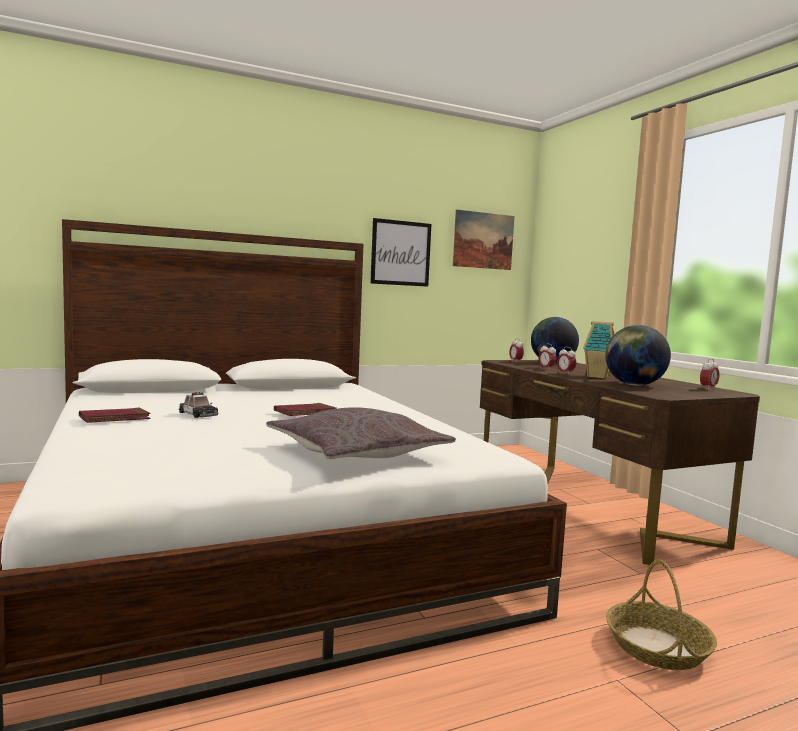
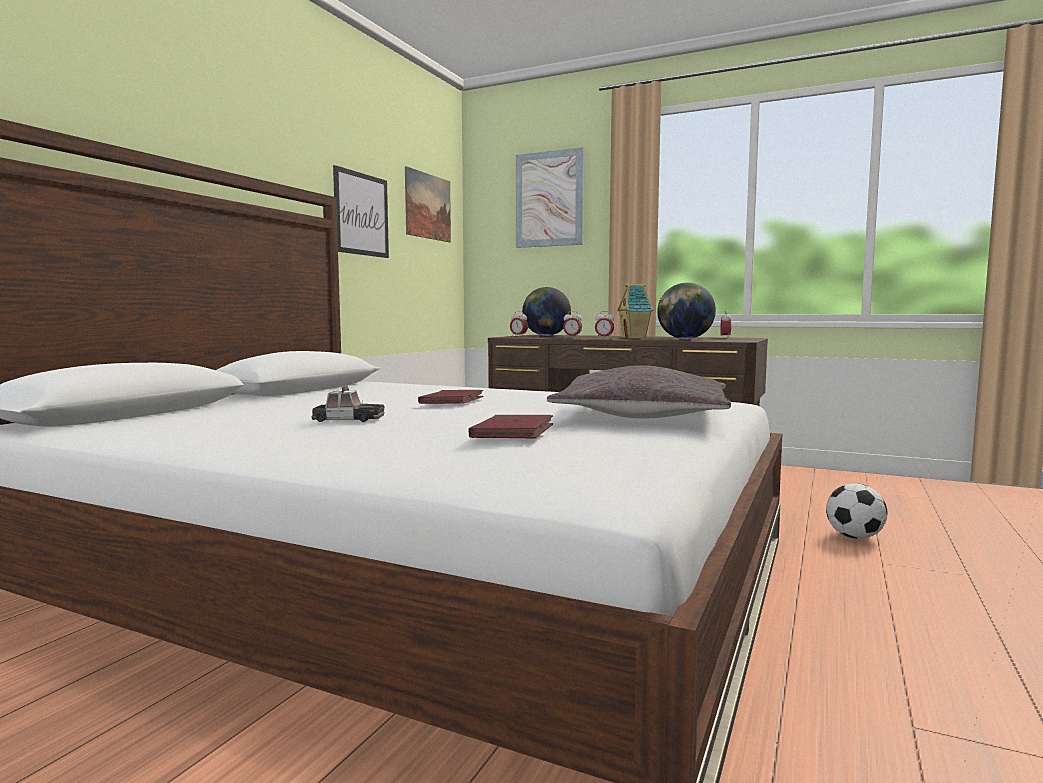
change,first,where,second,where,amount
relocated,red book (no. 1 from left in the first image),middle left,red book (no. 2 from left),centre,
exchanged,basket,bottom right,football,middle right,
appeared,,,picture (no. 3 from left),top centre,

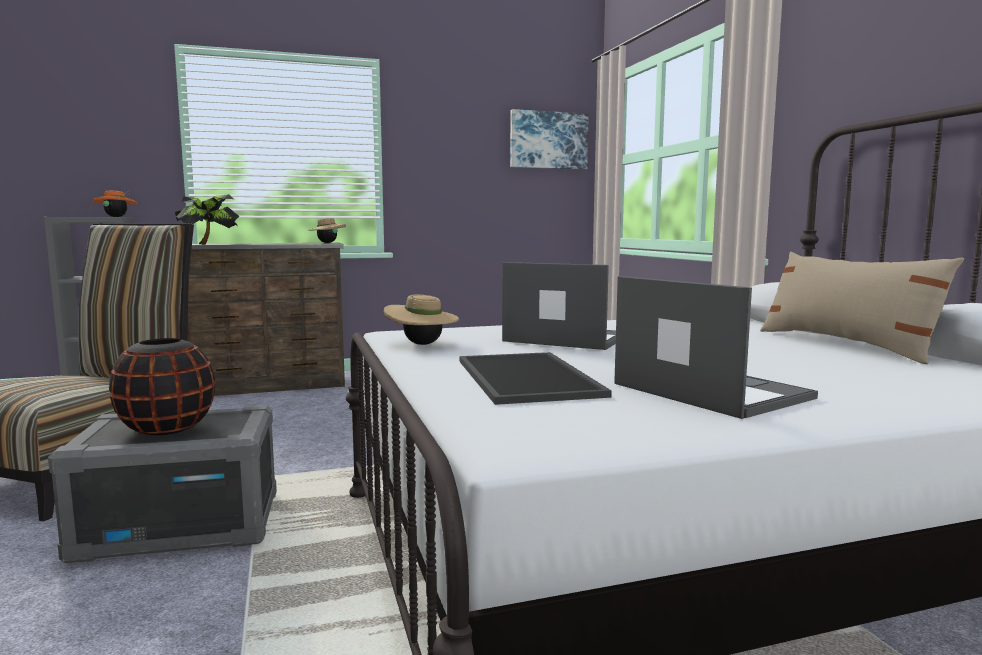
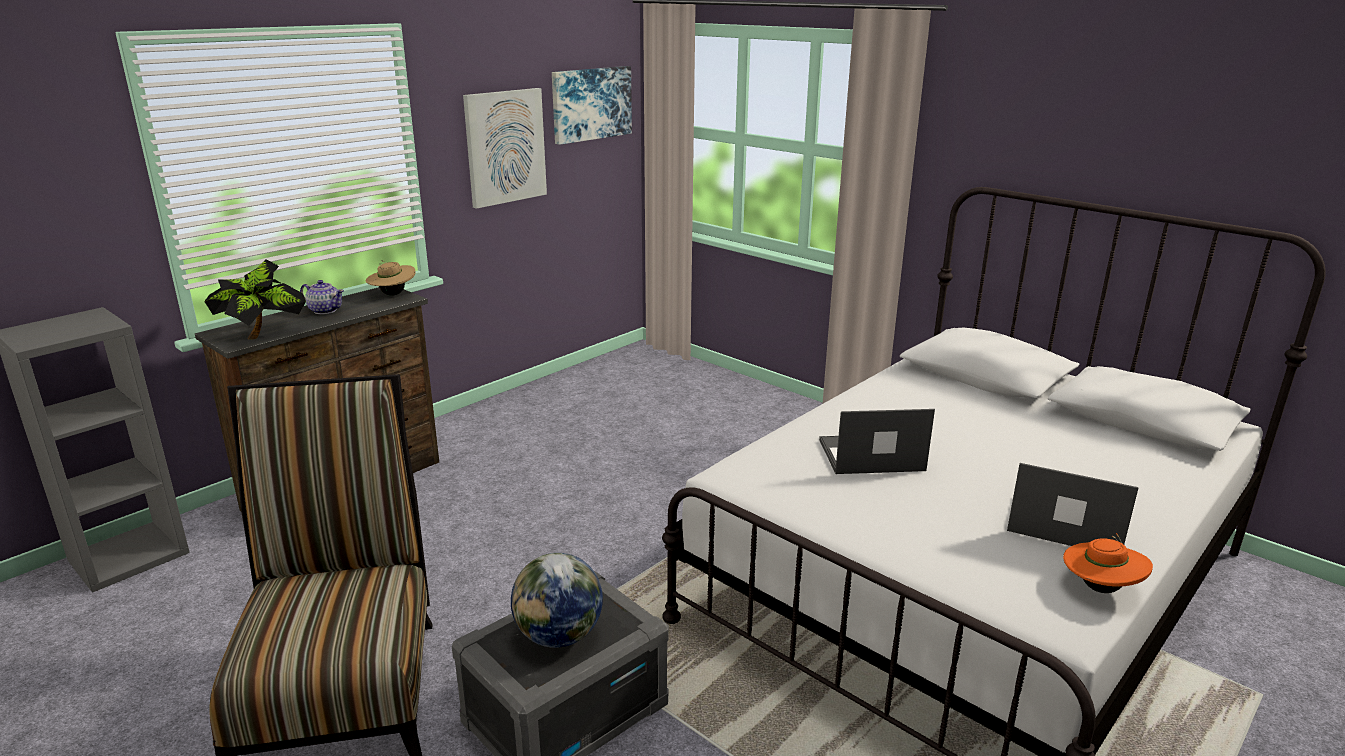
change,first,where,second,where,amount
relocated,orange hat,top left,,bottom right,
missing,beige pillow,middle right,,,
missing,beige hat (no. 2 from left),centre,,,
exchanged,black vase,middle left,globe,bottom centre,
missing,tray,centre,,,
appeared,,,picture (no. 1 from left),top centre,
appeared,,,teapot,middle left,

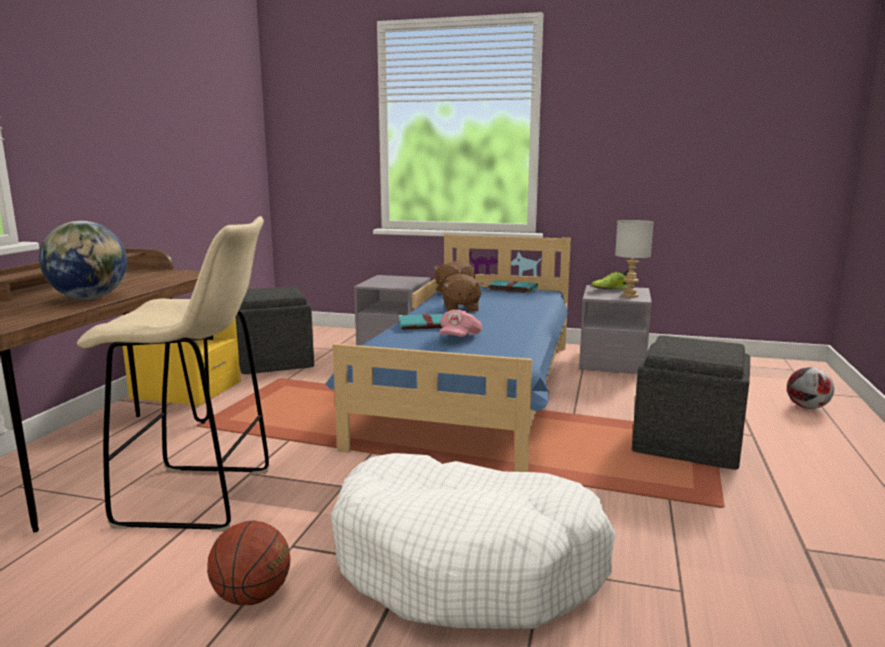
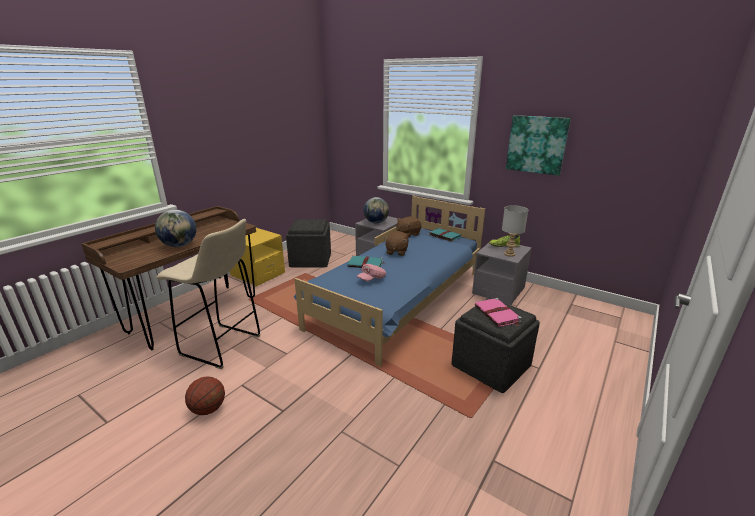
change,first,where,second,where,amount
missing,football,middle right,,,
missing,white dog bed,bottom centre,,,
appeared,,,picture,top right,
appeared,,,globe (no. 2 from left),centre,
appeared,,,pink book,centre,

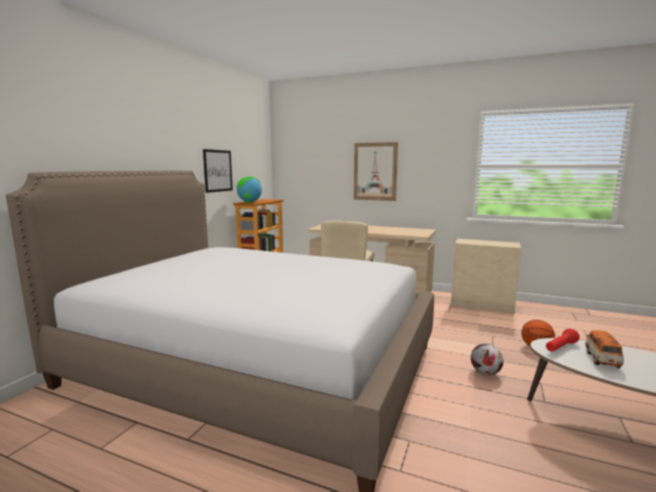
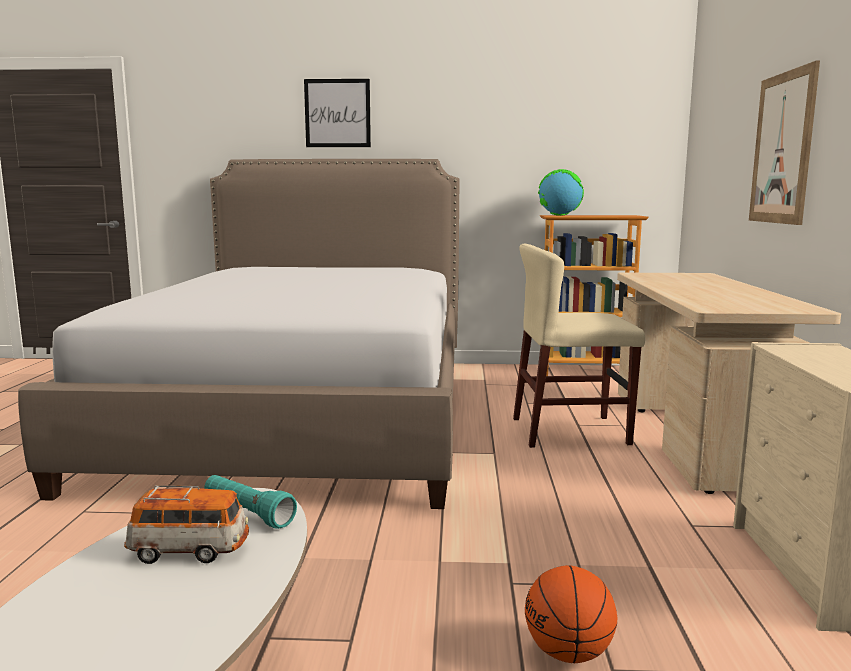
change,first,where,second,where,amount
relocated,picture (no. 1 from left),middle left,,top centre,
colour,red flashlight,bottom right,turquoise flashlight,bottom left,
missing,football,bottom right,,,

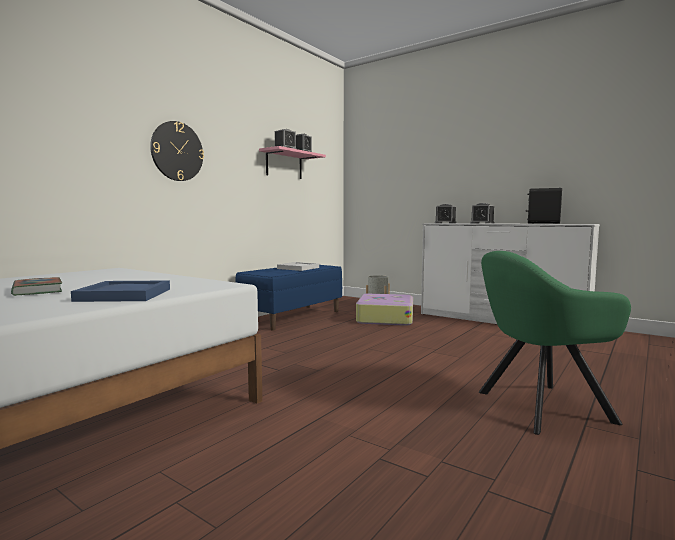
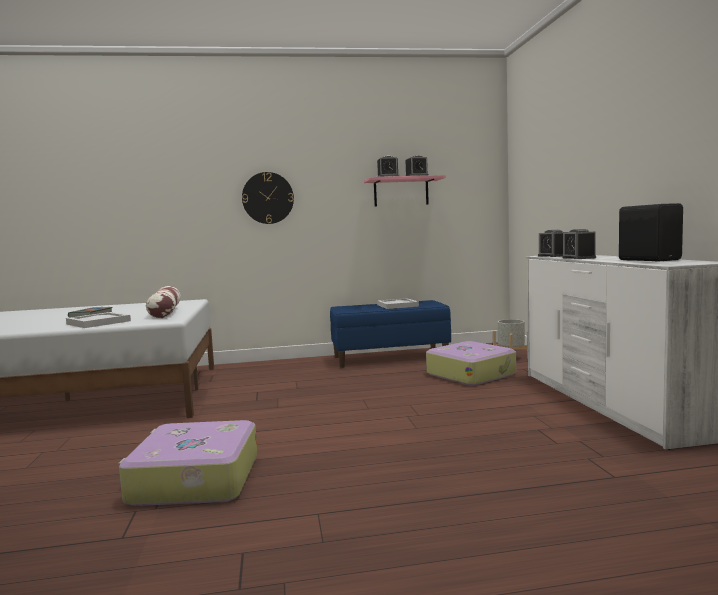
change,first,where,second,where,amount
missing,green armchair,middle right,,,
colour,blue tray,middle left,white tray (no. 1 from left),middle left,
appeared,,,pillow,middle left,
appeared,,,suitcase (no. 1 from left),bottom left,

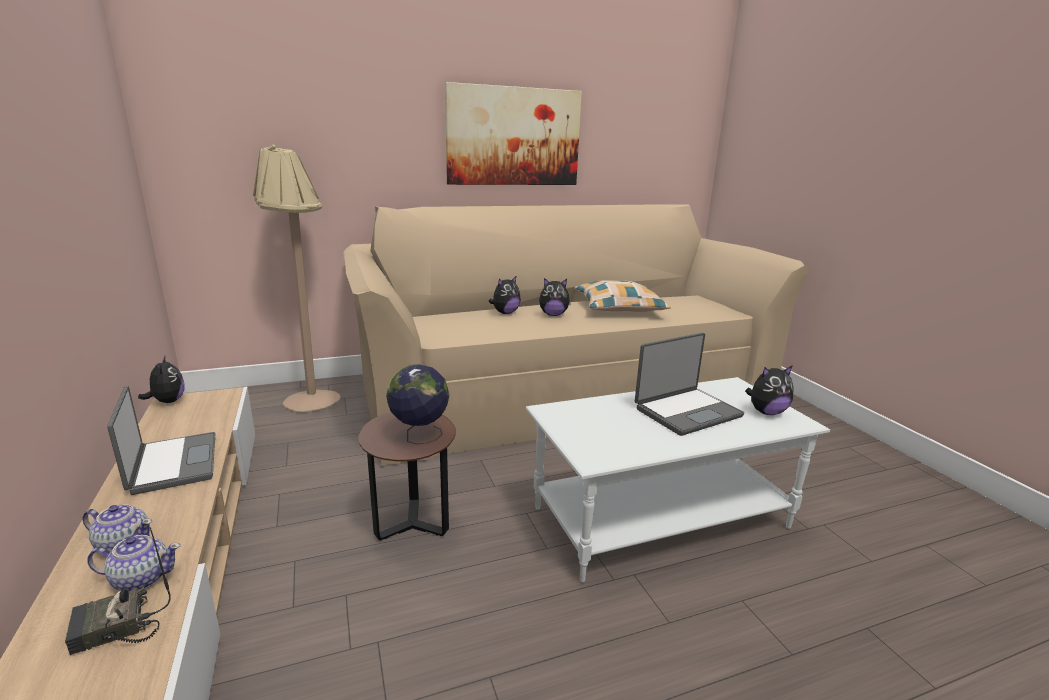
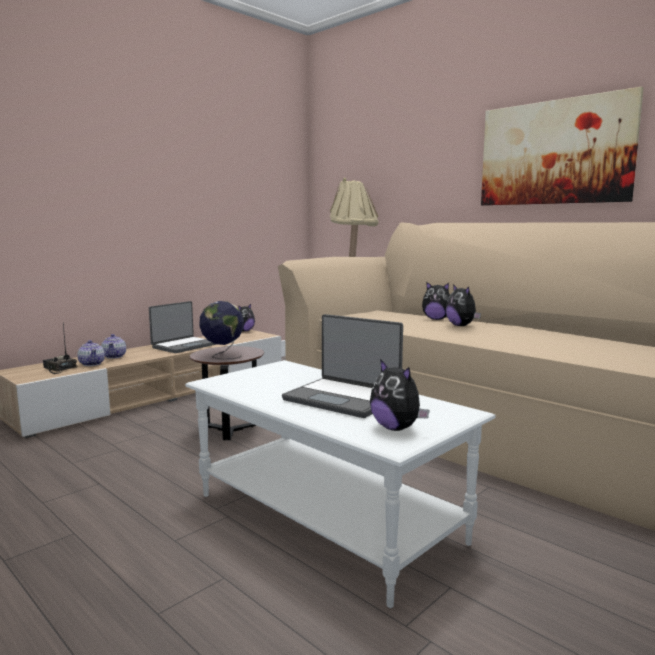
change,first,where,second,where,amount
missing,pillow,centre,,,

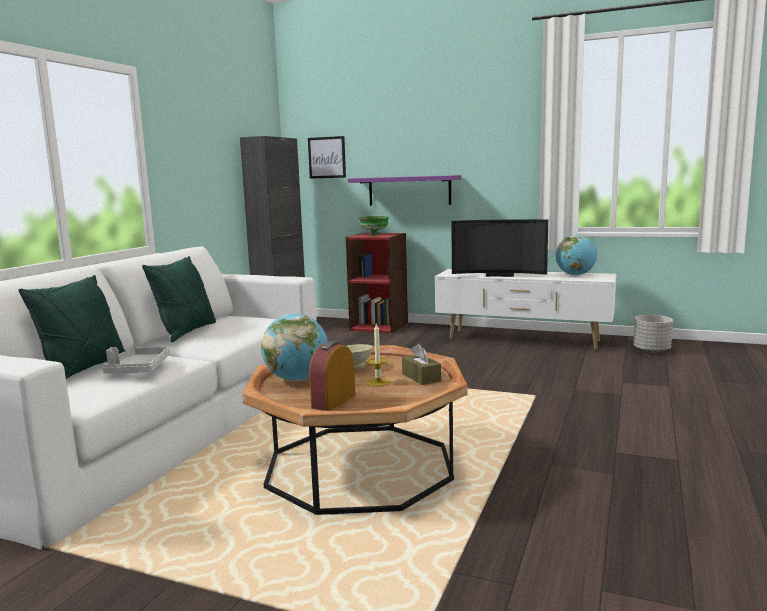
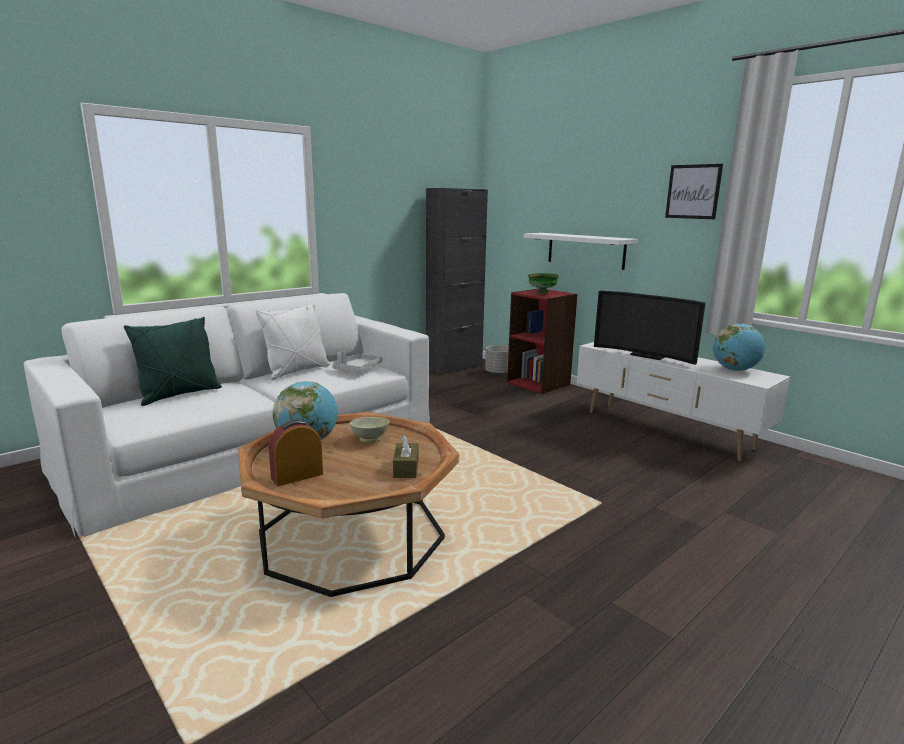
change,first,where,second,where,amount
relocated,picture,top centre,,top right,
colour,purple shelf,top centre,white shelf,centre,
colour,green pillow (no. 2 from left),middle left,white pillow,middle left,
relocated,grey planter,middle right,,centre,
missing,candle,centre,,,
relocated,grey tray,middle left,,centre,

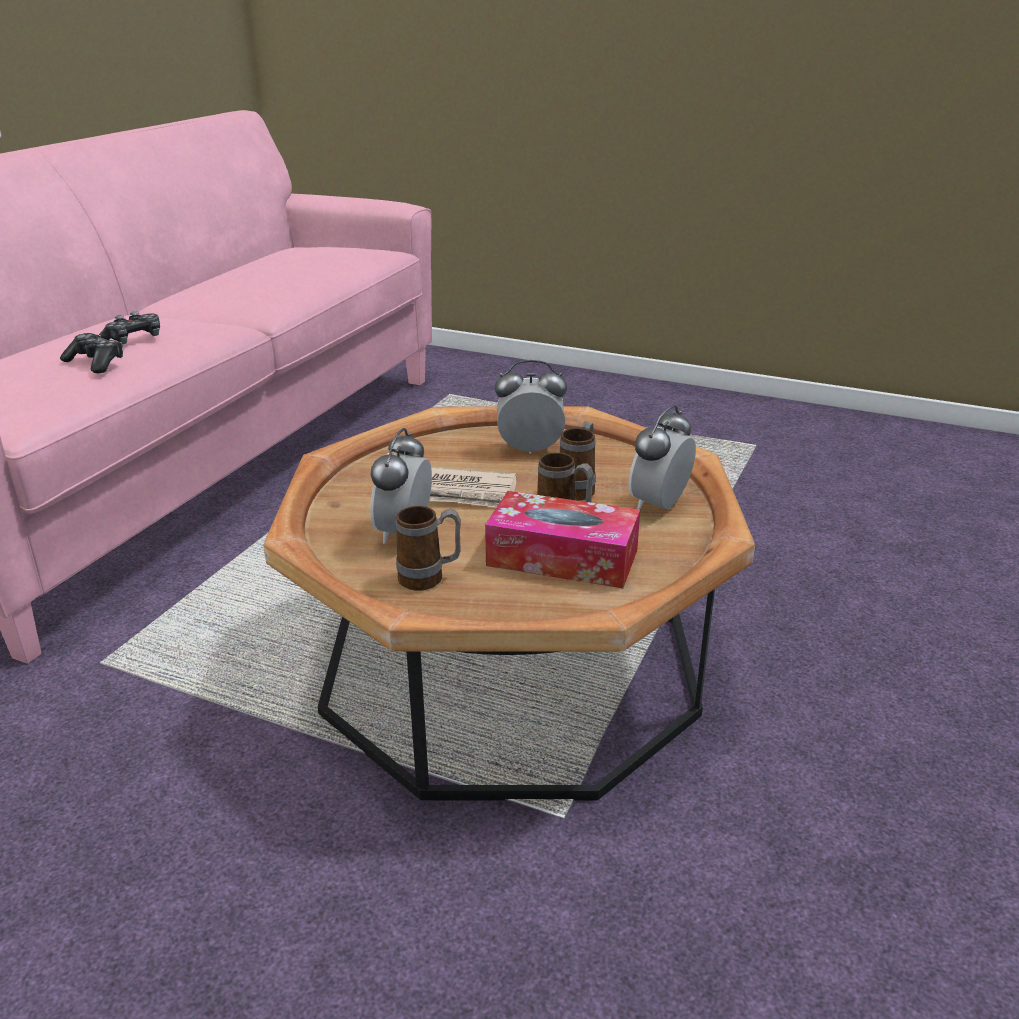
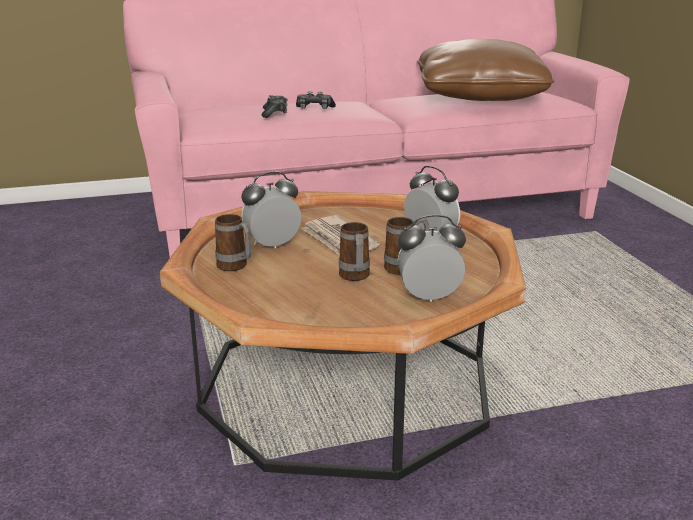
change,first,where,second,where,amount
missing,tissue box,centre,,,
appeared,,,brown pillow,top right,

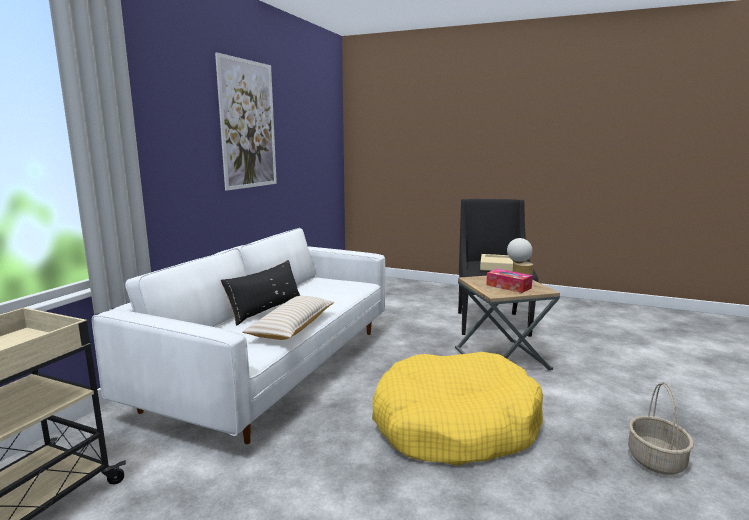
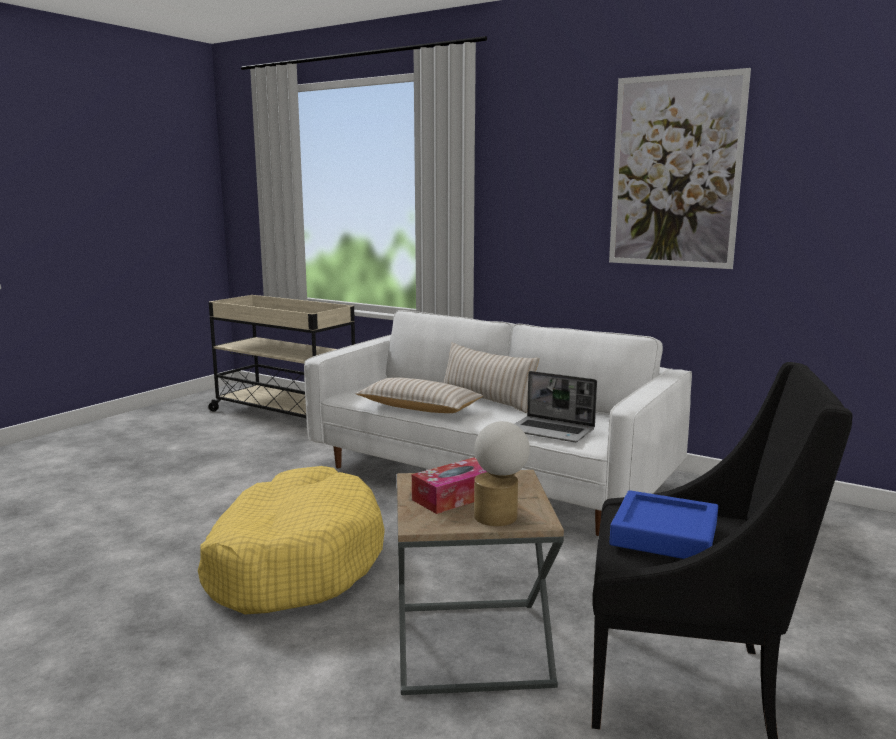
change,first,where,second,where,amount
colour,beige tray,centre,blue tray,bottom right,
colour,black pillow,centre,beige pillow (no. 2 from left),centre,
missing,basket,bottom right,,,
appeared,,,laptop,centre,

